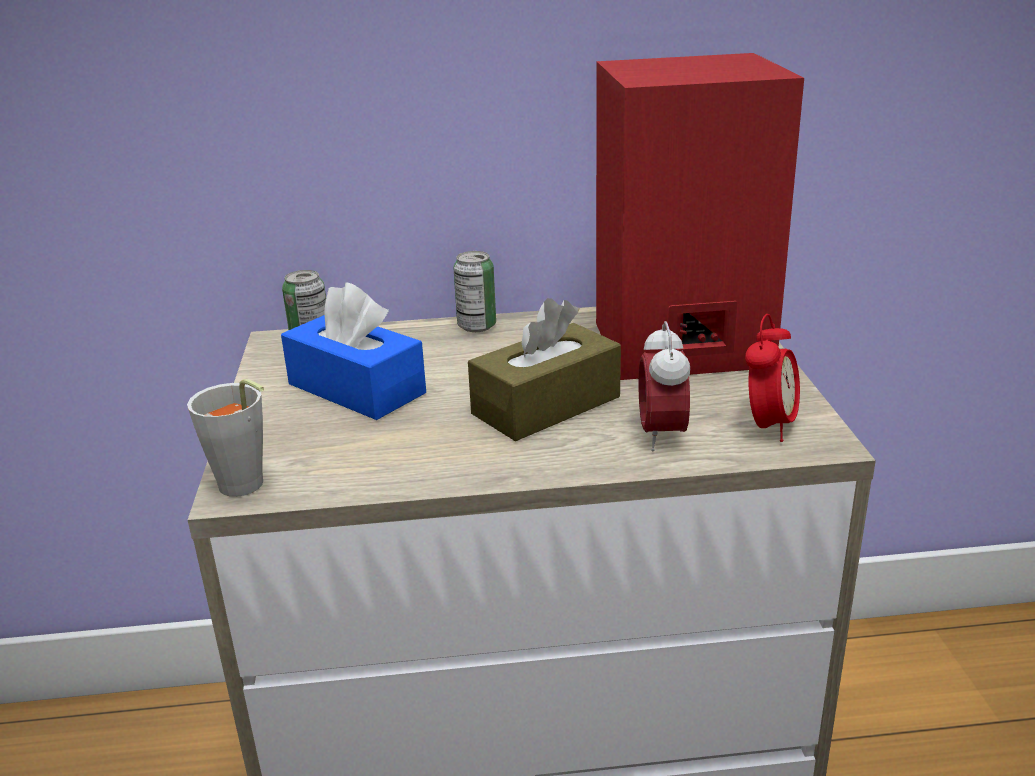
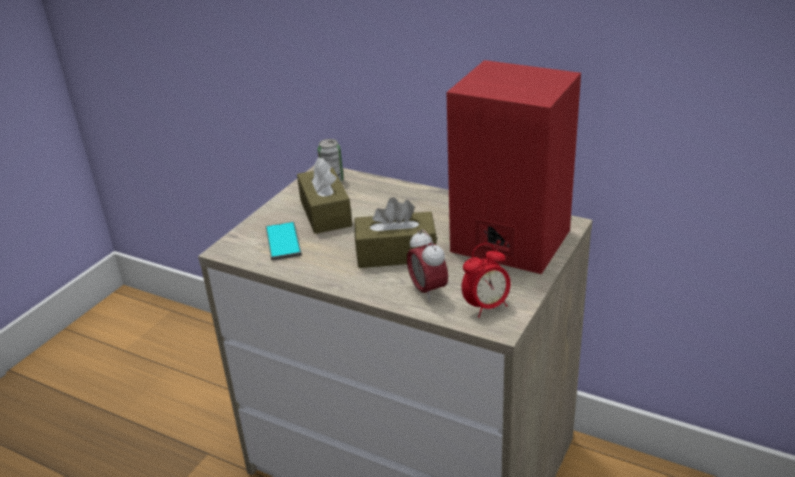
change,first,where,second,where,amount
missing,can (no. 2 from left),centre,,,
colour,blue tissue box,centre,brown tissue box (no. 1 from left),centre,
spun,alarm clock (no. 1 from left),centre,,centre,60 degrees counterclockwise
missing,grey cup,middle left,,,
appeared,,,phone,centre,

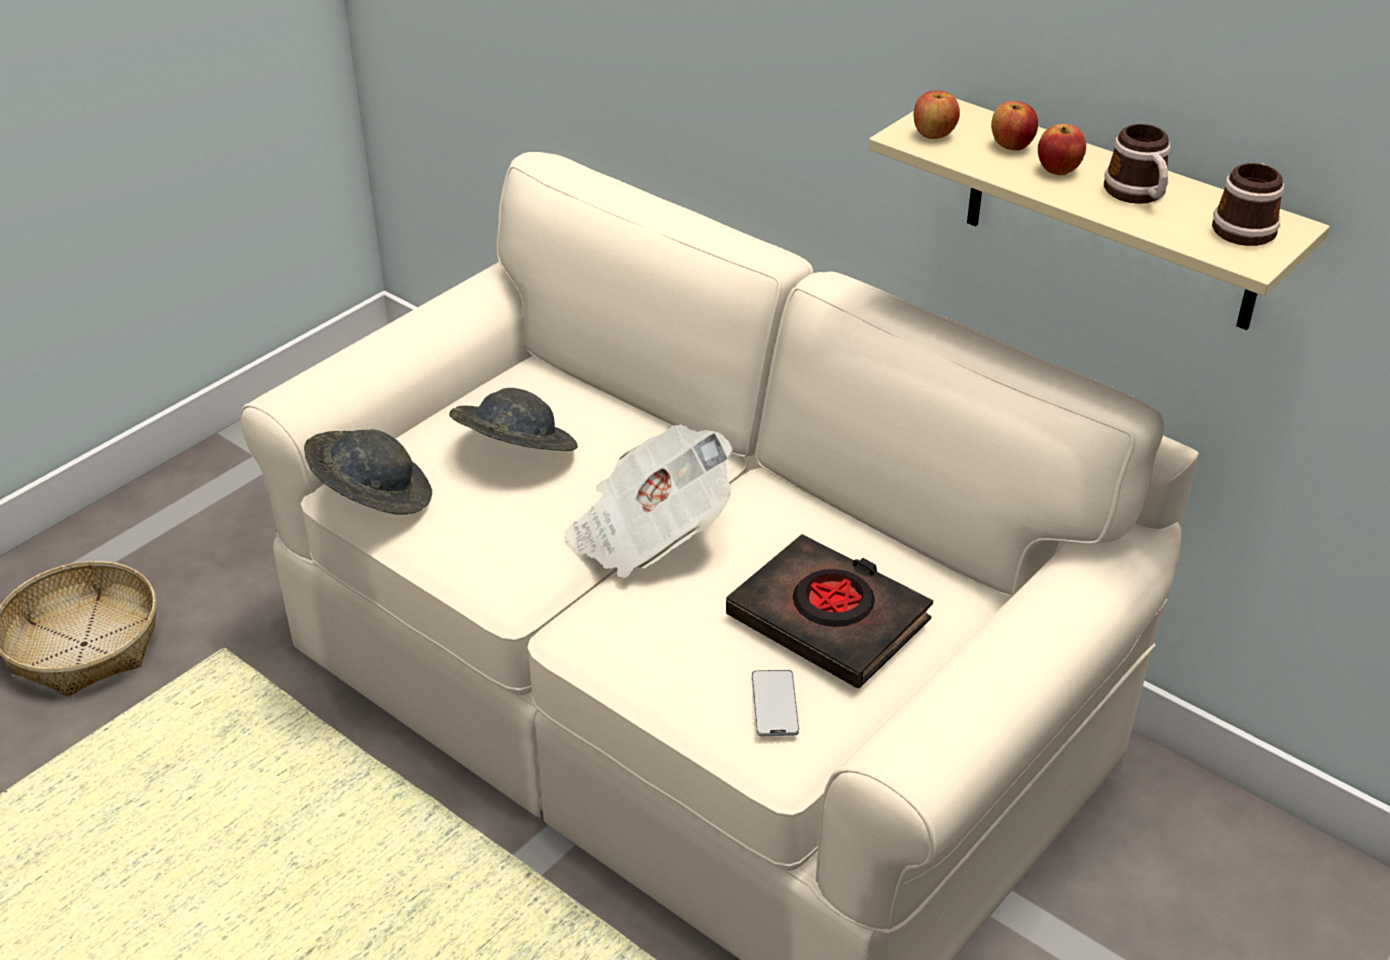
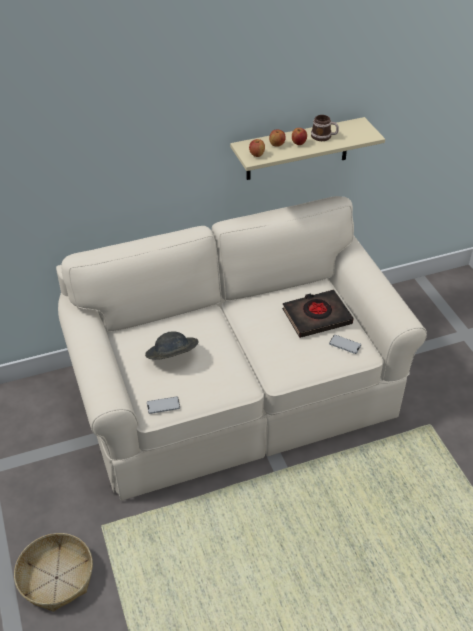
change,first,where,second,where,amount
missing,mug (no. 2 from left),top right,,,
missing,newspaper,centre,,,
exchanged,grey hat (no. 1 from left),middle left,phone (no. 1 from left),centre,

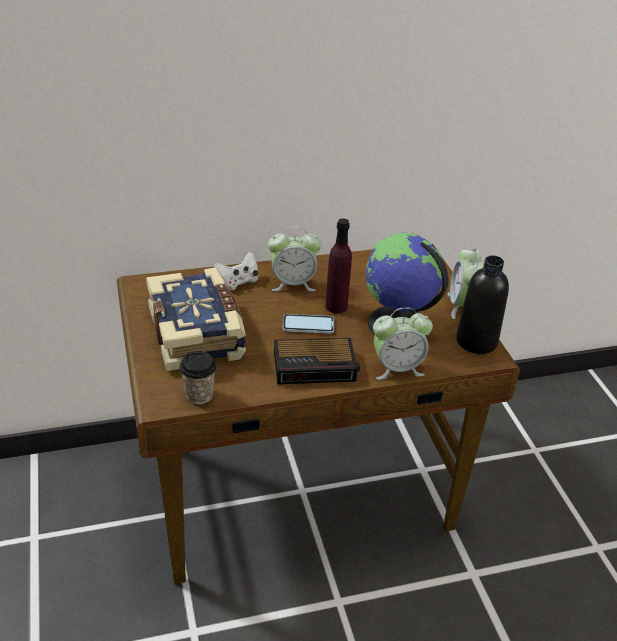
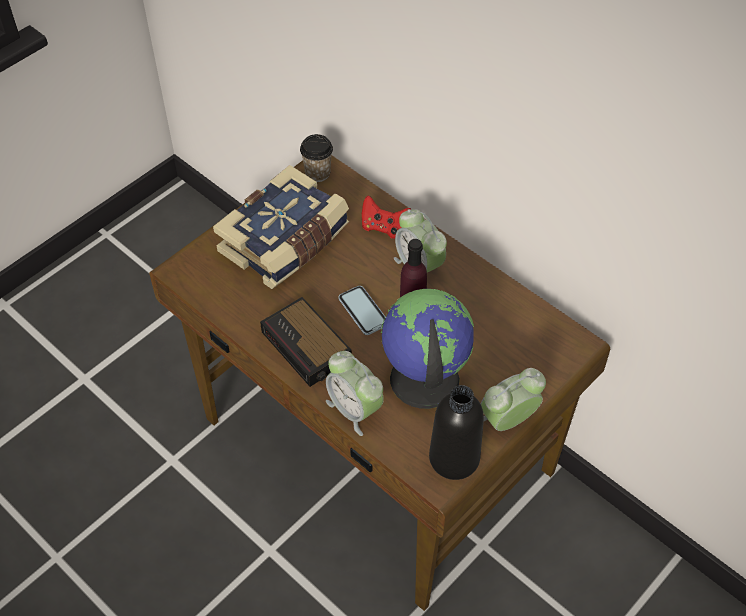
change,first,where,second,where,amount
colour,white game controller,centre,red game controller,centre,
relocated,cup,middle left,,top centre,

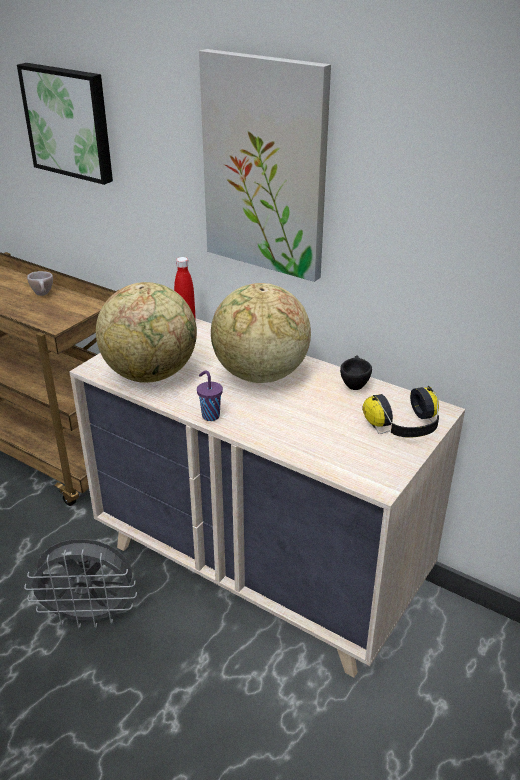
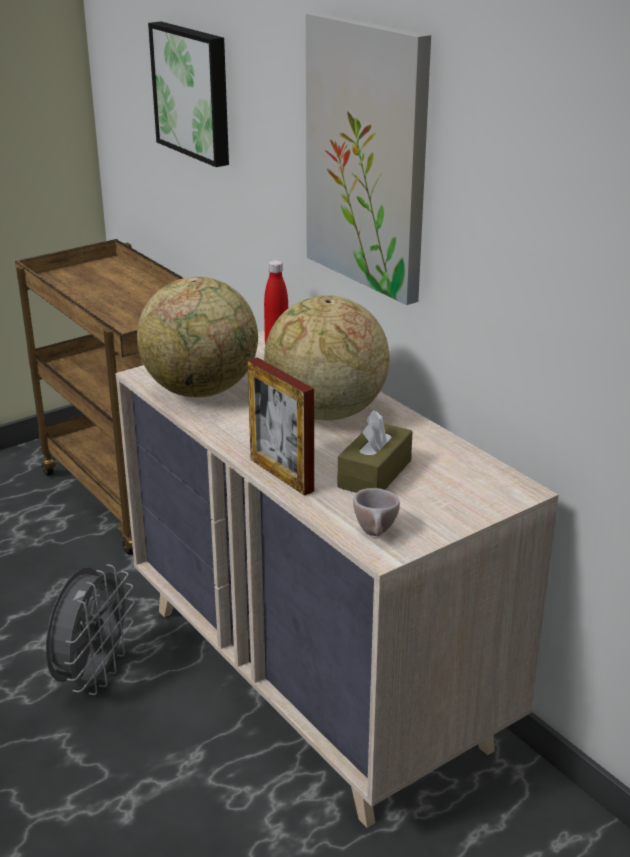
change,first,where,second,where,amount
relocated,beige cup,middle left,,centre,
missing,black cup,middle right,,,
missing,purple cup,centre,,,
missing,headphones,middle right,,,
spun,grey fan,bottom left,,bottom left,90 degrees counterclockwise
appeared,,,picture frame,centre,
appeared,,,brown tissue box,centre,

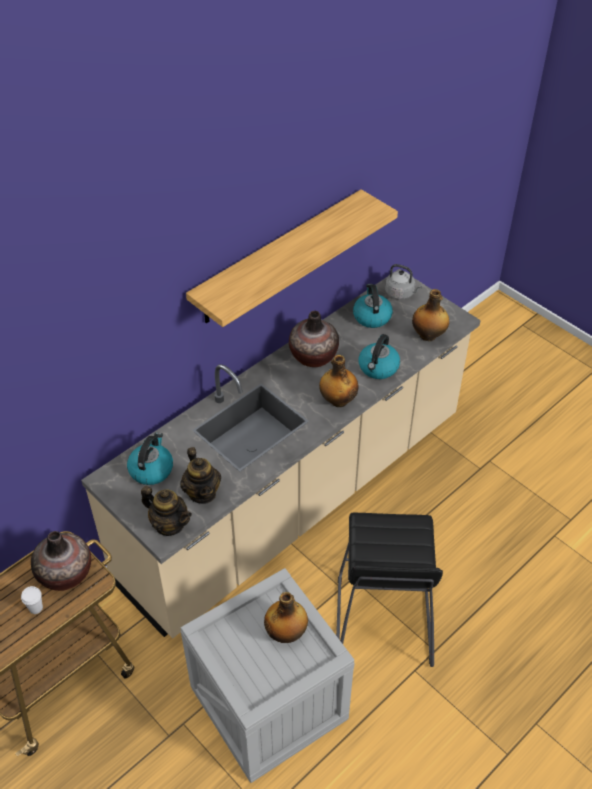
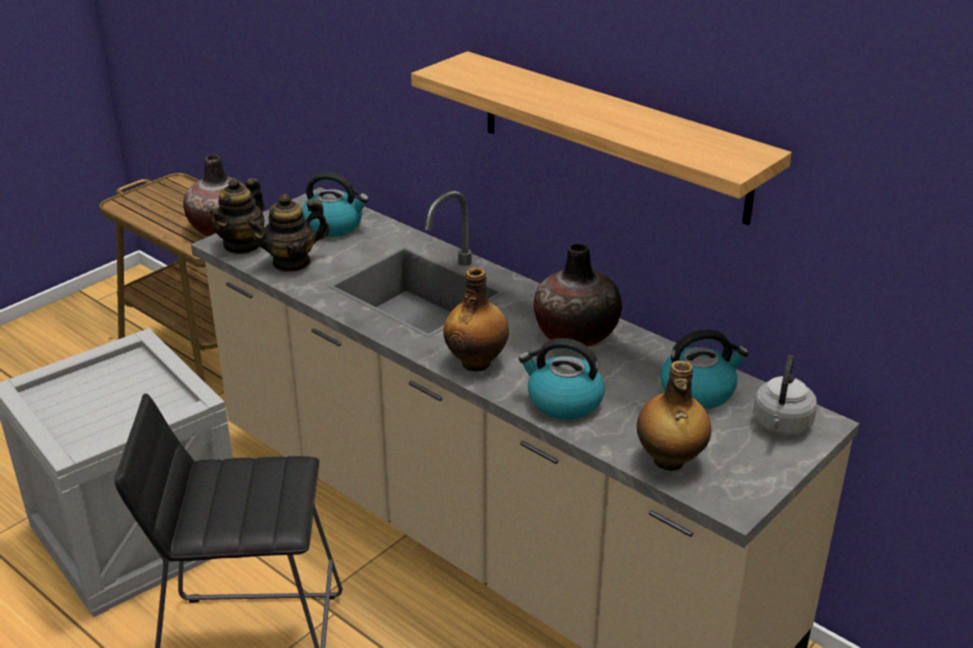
change,first,where,second,where,amount
missing,white cup,bottom left,,,
missing,bottle (no. 1 from left),bottom centre,,,

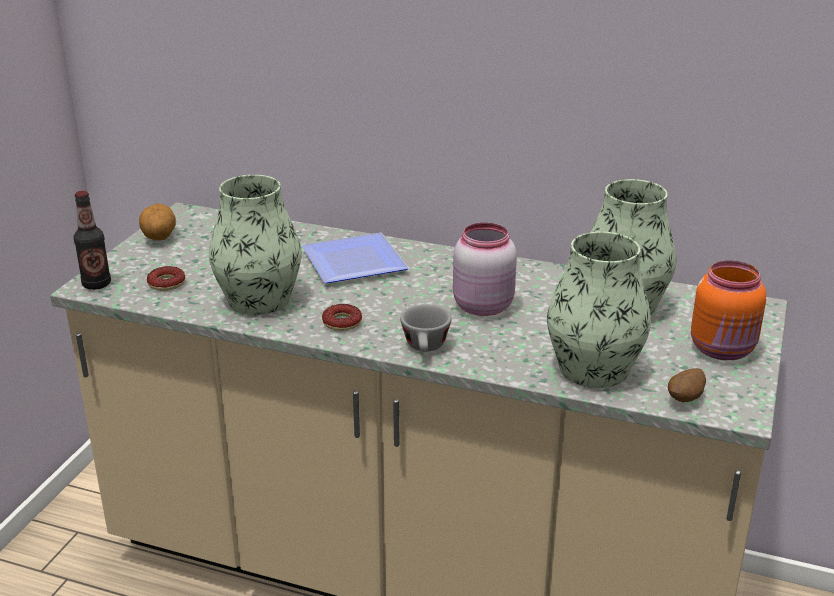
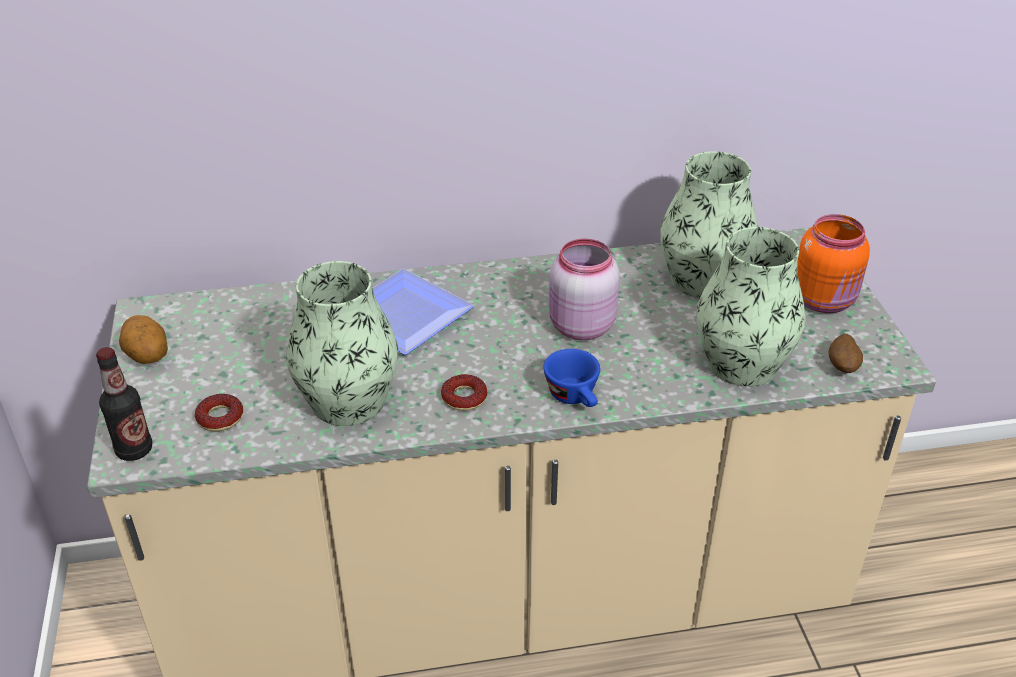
change,first,where,second,where,amount
colour,grey cup,centre,blue cup,centre,

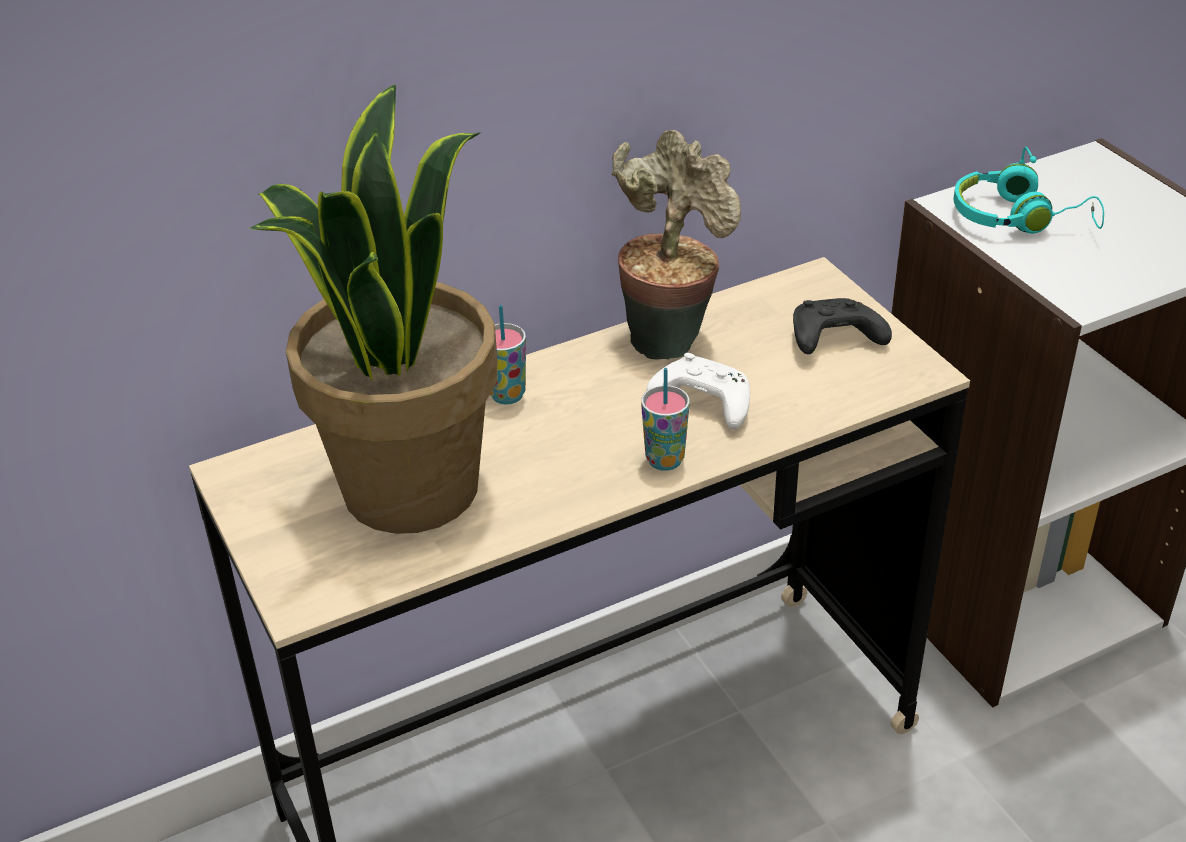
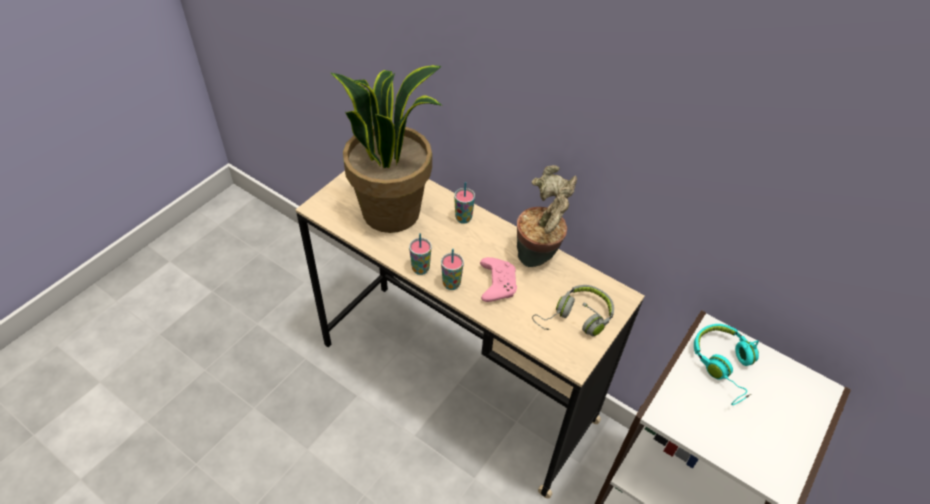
change,first,where,second,where,amount
exchanged,black game controller,middle right,grey headphones,centre,
colour,white game controller,centre,pink game controller,centre,
appeared,,,cup (no. 1 from left),centre,

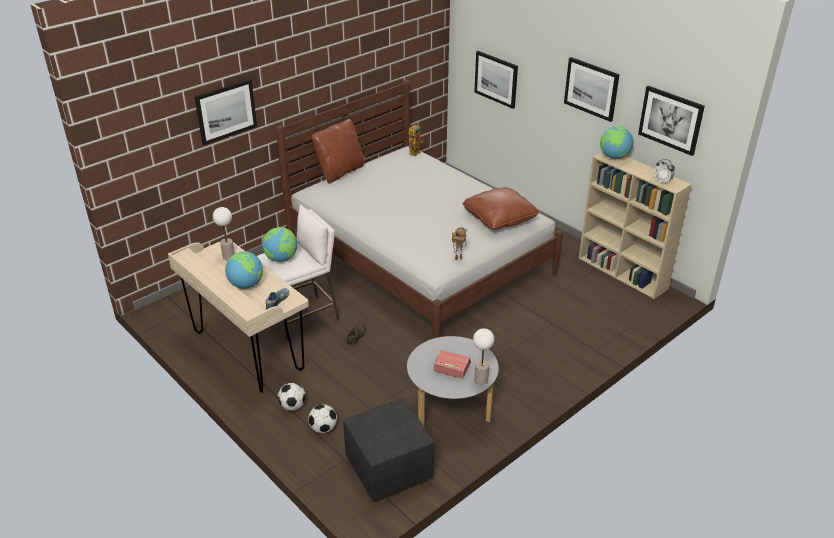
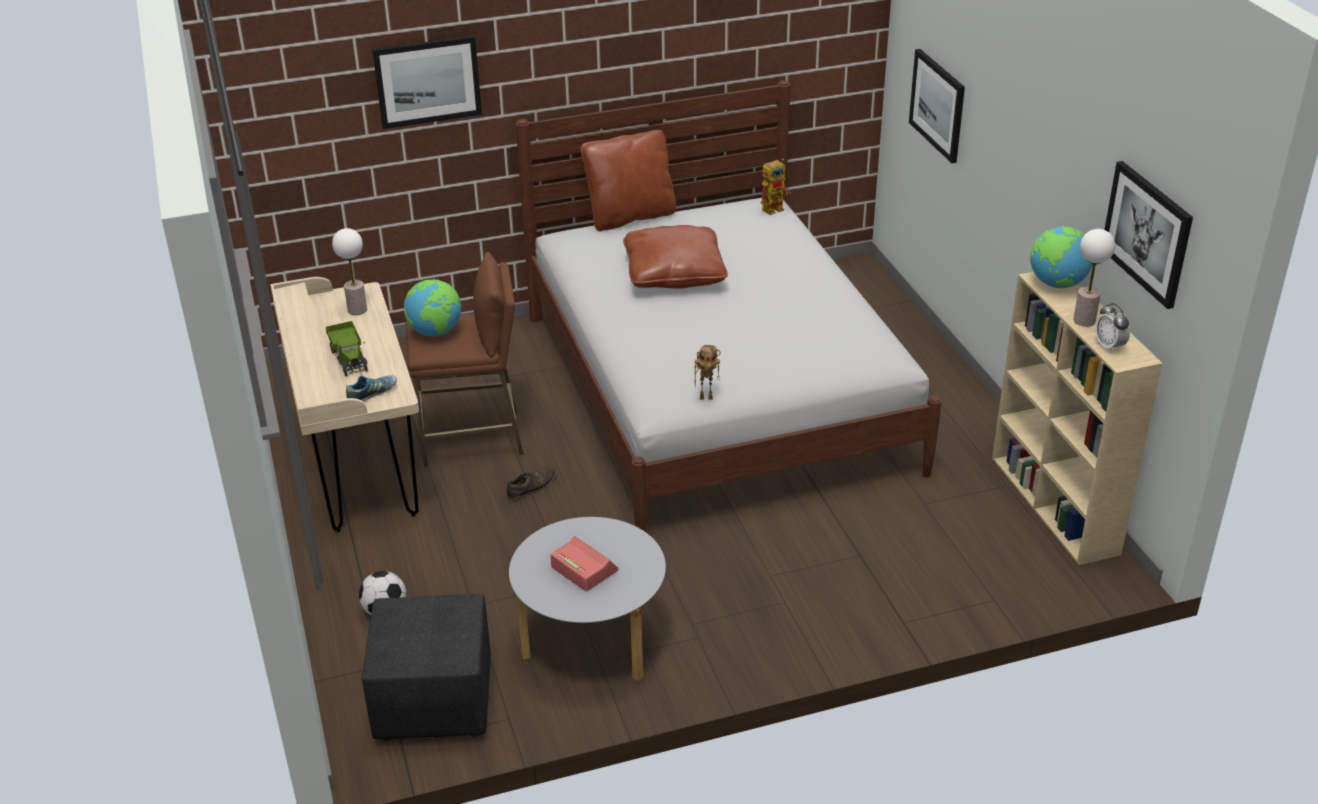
change,first,where,second,where,amount
missing,picture (no. 3 from left),top right,,,
relocated,brown pillow (no. 2 from left),centre,,top centre,
colour,white stool,centre,brown stool,centre,
exchanged,globe (no. 1 from left),middle left,toy truck,middle left,
relocated,table lamp (no. 2 from left),centre,,middle right,
missing,football (no. 1 from left),bottom centre,,,

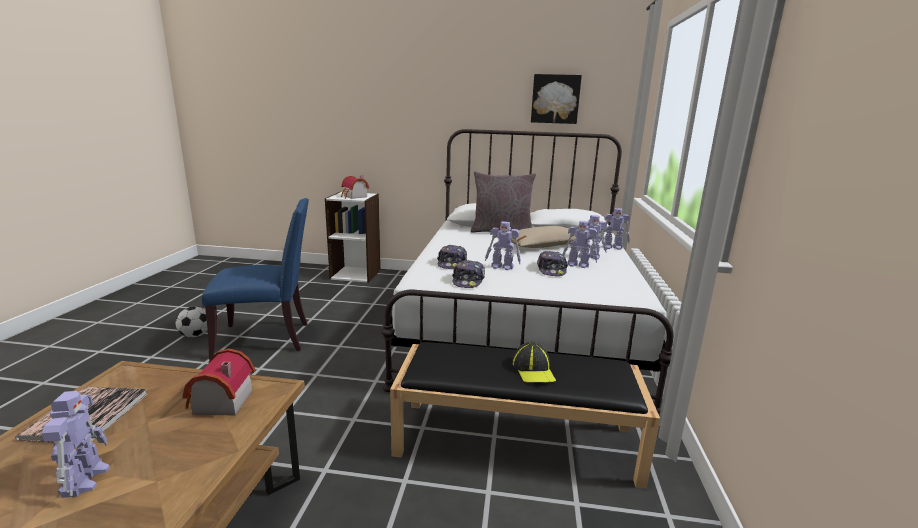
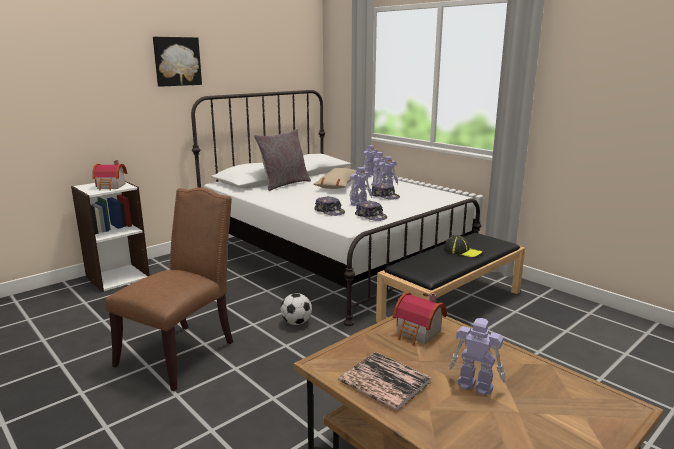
change,first,where,second,where,amount
relocated,picture,top centre,,top left,
colour,blue chair,middle left,brown chair,middle left,
relocated,football,middle left,,bottom centre,

